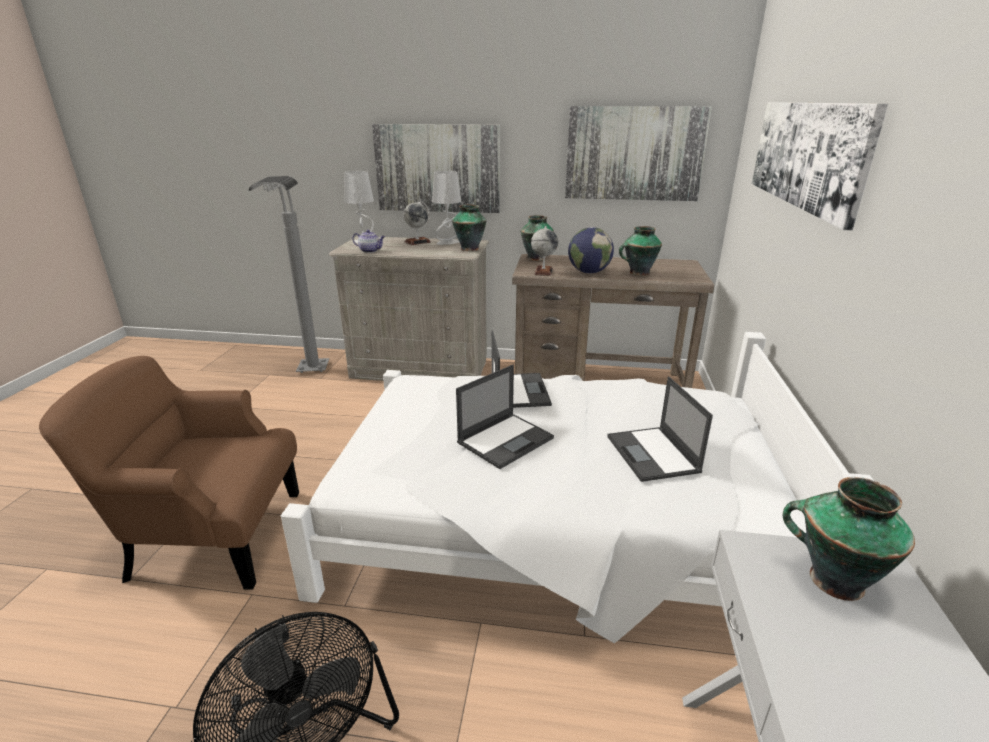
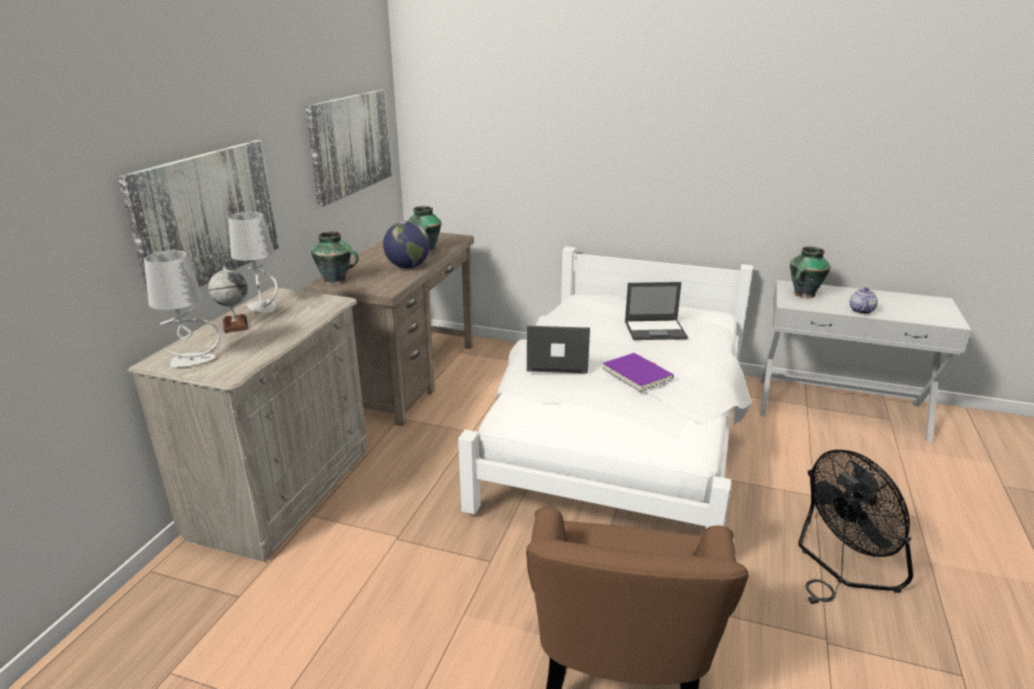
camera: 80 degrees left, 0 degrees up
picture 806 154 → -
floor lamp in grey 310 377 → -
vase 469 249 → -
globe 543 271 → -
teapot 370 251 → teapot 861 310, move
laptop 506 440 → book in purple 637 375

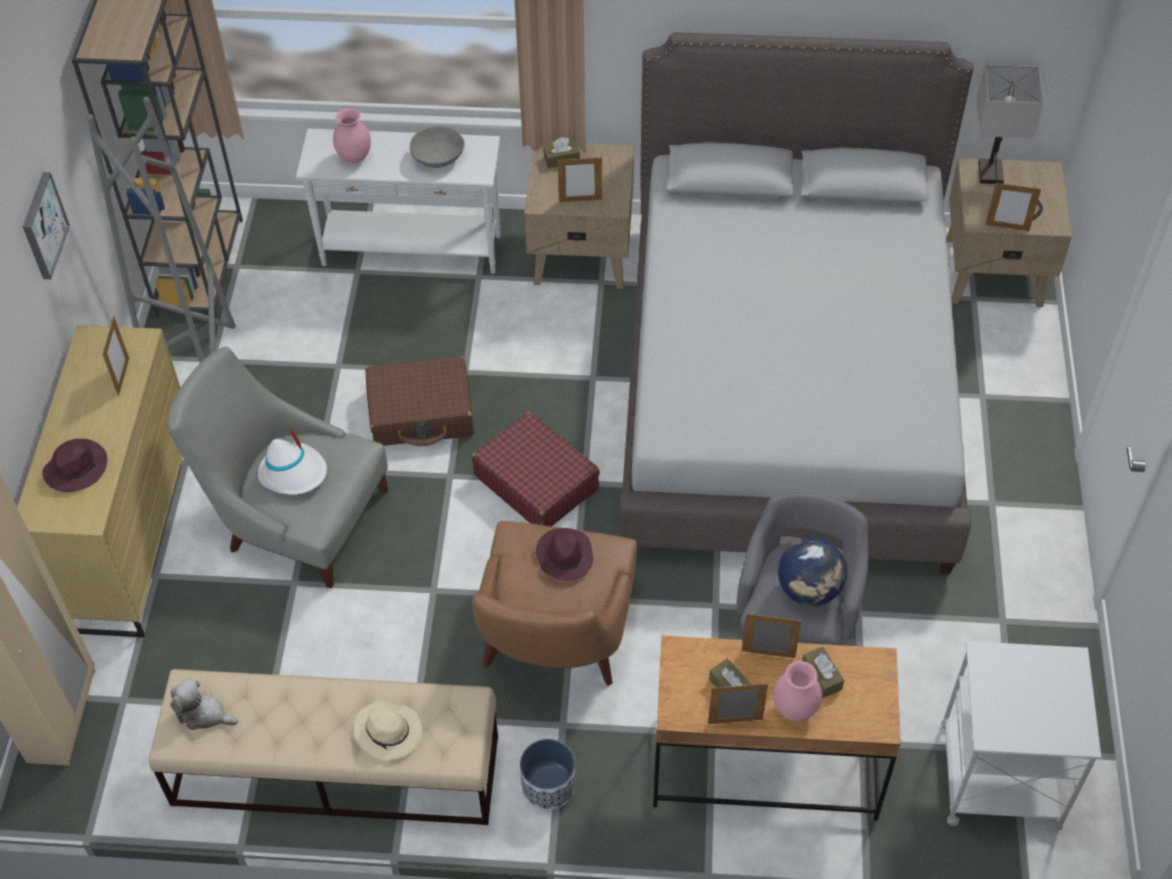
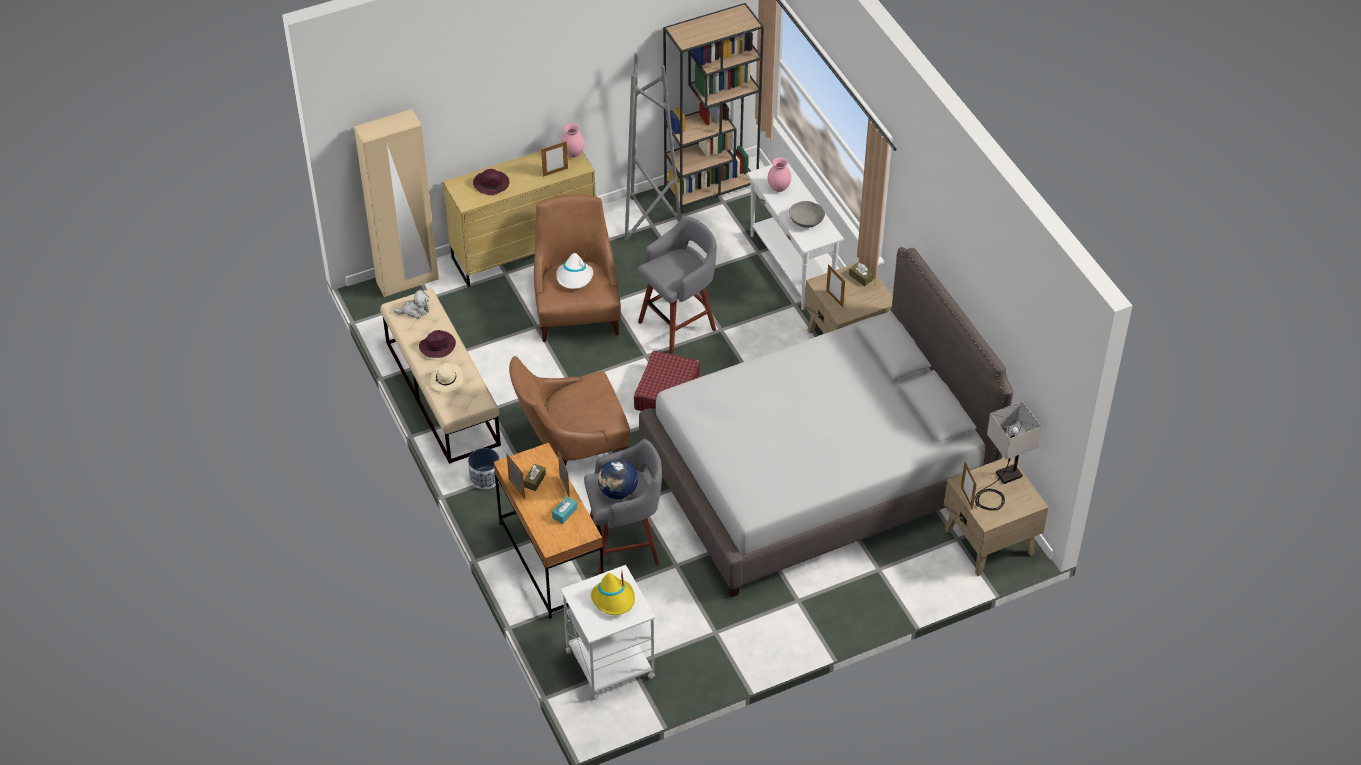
camera: 60 degrees right, 5 degrees down
picture 42 225 → -
armchair in grey 294 516 → armchair in brown 576 307
suitcase in brown 421 413 → stool in grey 679 325
hat in purple 564 556 → hat in purple 438 346, move
tissue box in brown 821 676 → tissue box in turquoise 564 513
vase in pink 794 709 → vase in pink 573 154, move
plush toy 204 714 → plush toy 415 310, 90 degrees clockwise
- → hat in yellow 614 599

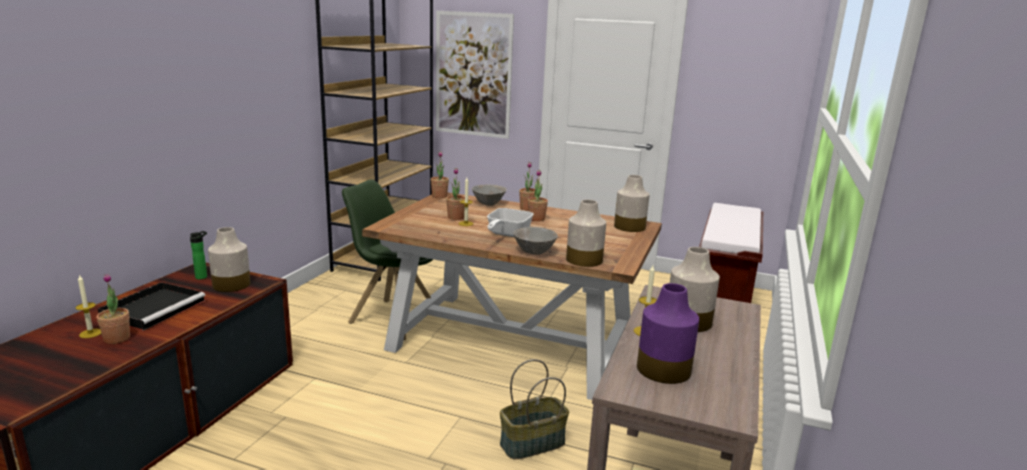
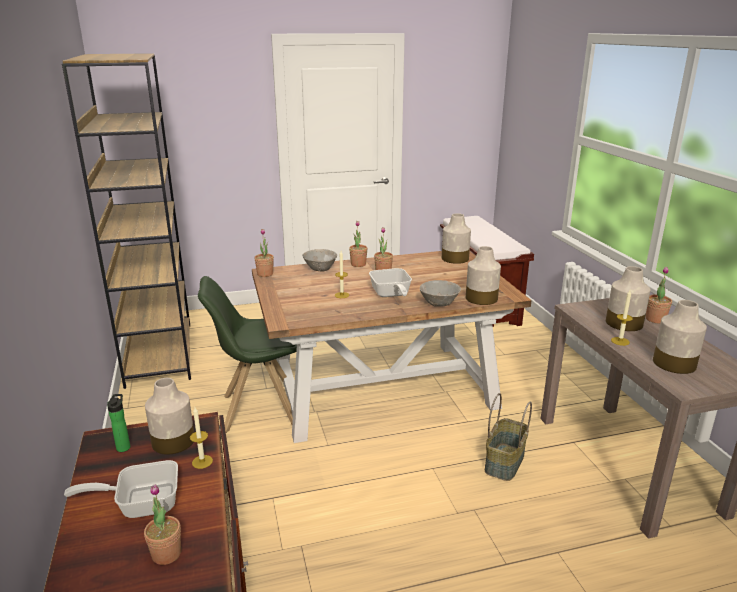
camera: 35 degrees left, 5 degrees up
picture 473 75 → -
potted plant 456 217 → potted plant 655 319, move
candle 90 333 → candle 202 462, move
tray in black 155 308 → frying pan 141 503
vase in purple 664 369 → vase in beige 674 363

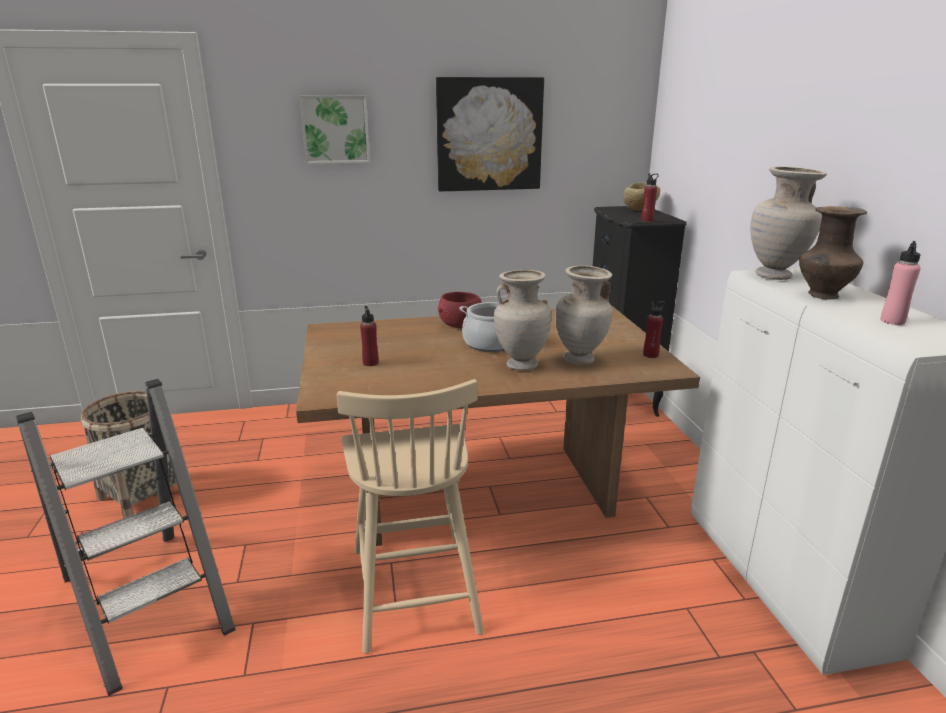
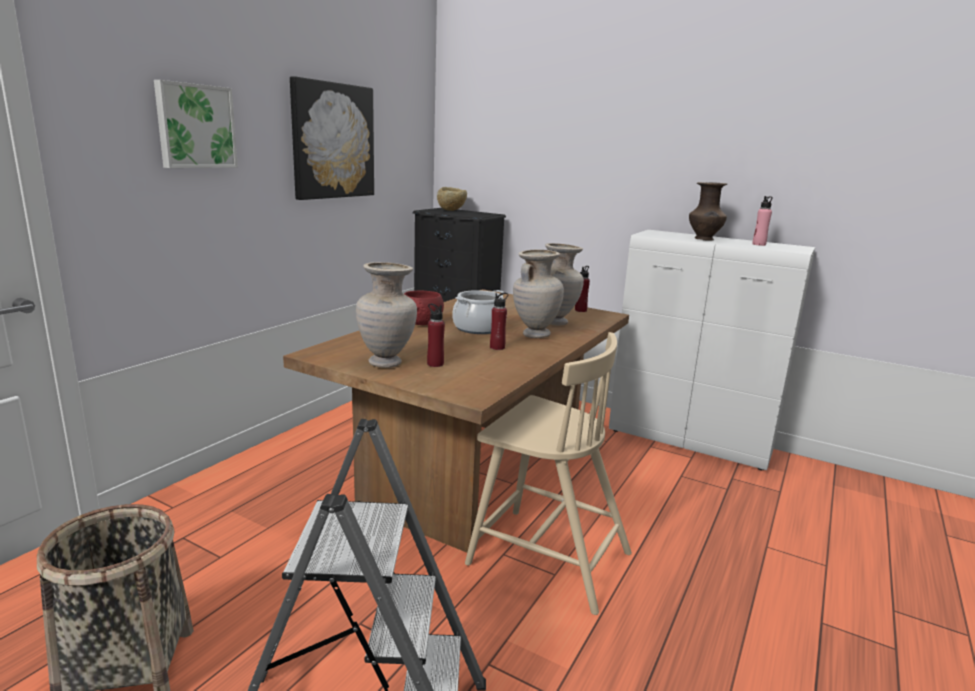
camera: 50 degrees left, 5 degrees down
vase in beige 775 276 → vase in beige 387 363, move
bottle in red 647 220 → bottle in red 497 347, move

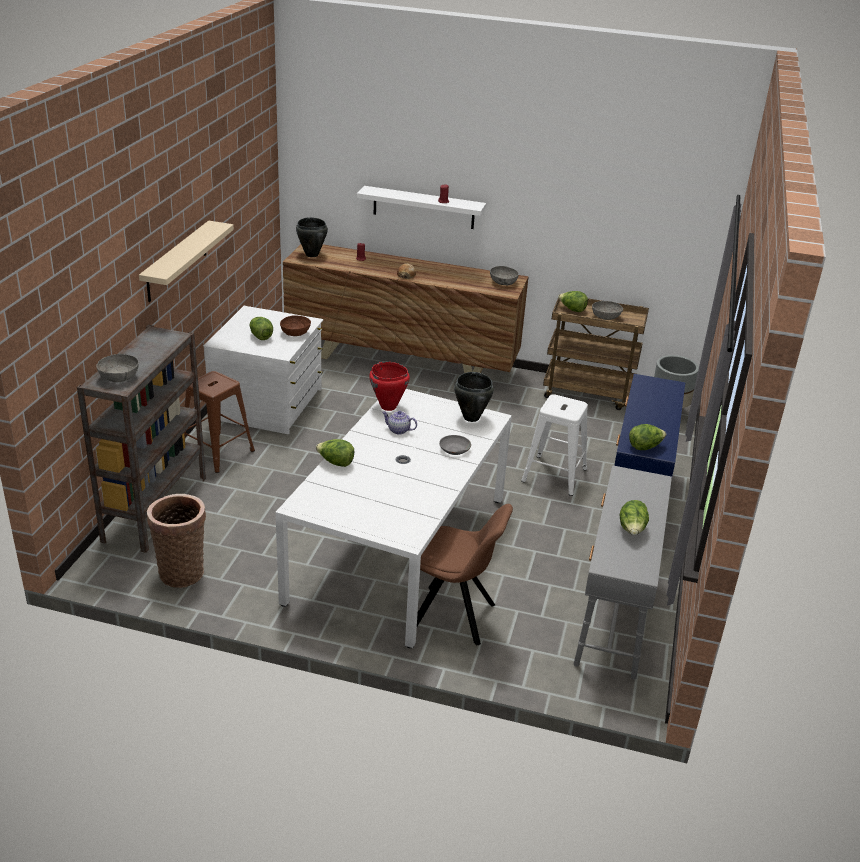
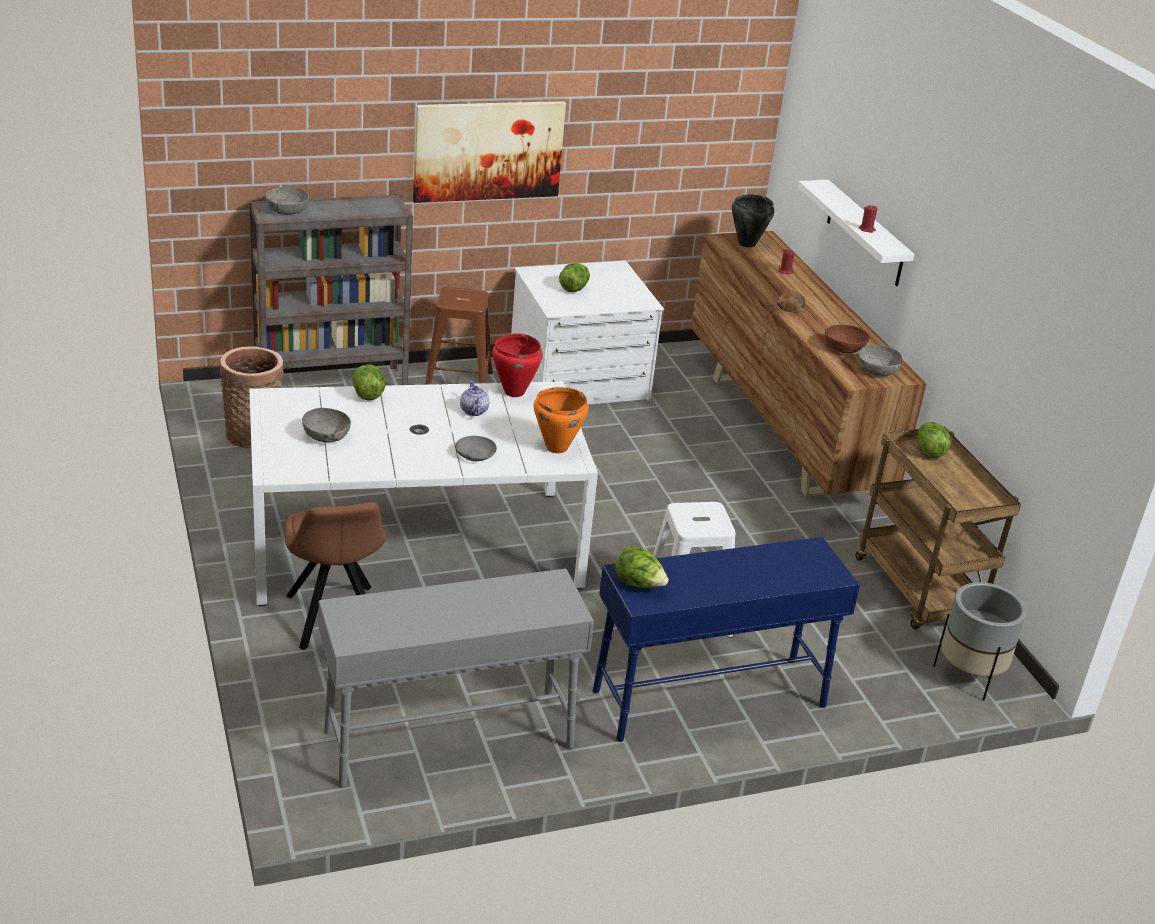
camera: 55 degrees right, 0 degrees up
shelf in beige 176 261 → picture 488 150
bowl in grey 606 317 → bowl in grey 326 436, move
bowl in brown 295 333 → bowl in brown 844 348, move
cooking pot in black 471 418 → cooking pot in orange 556 447
lettuce 632 530 → -

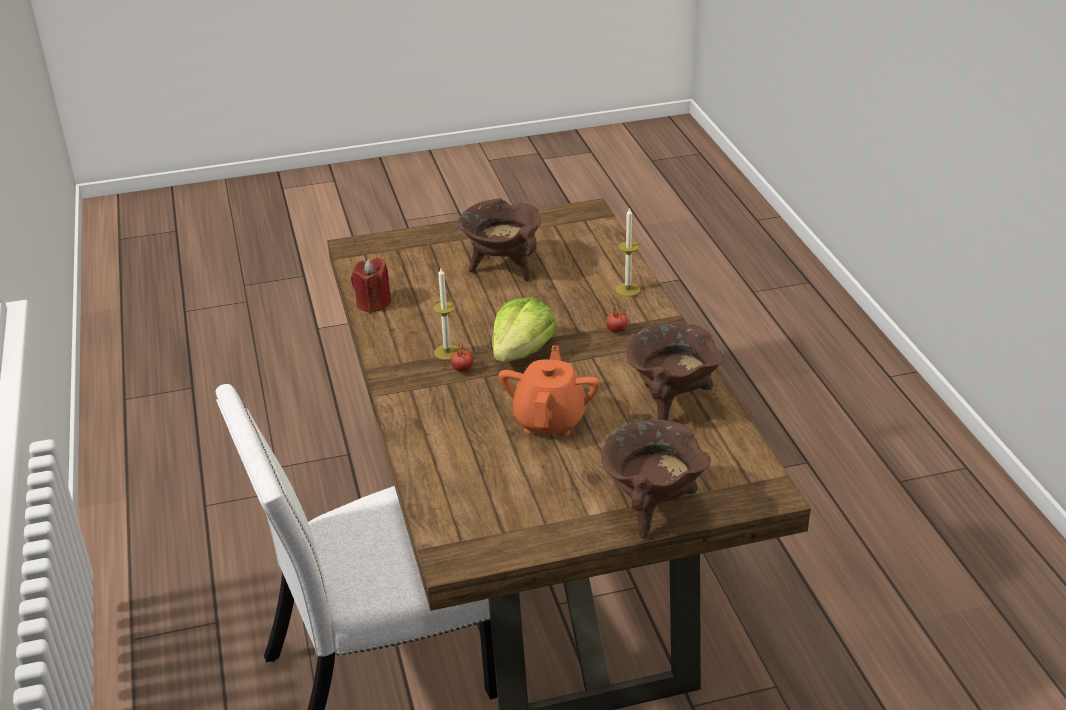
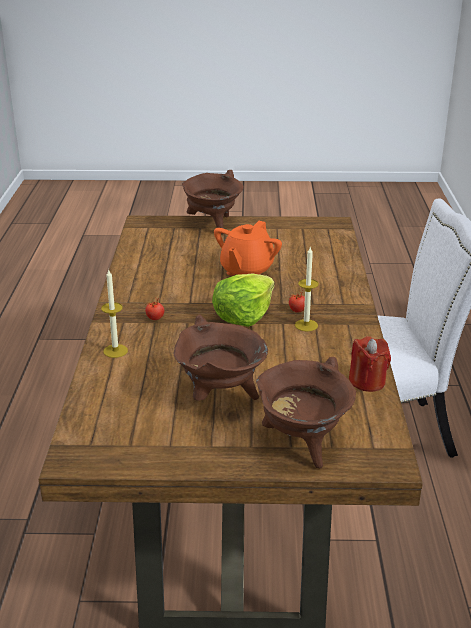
camera: 165 degrees left, 5 degrees down
cooking pot in brown 671 403 → cooking pot in brown 303 444, move

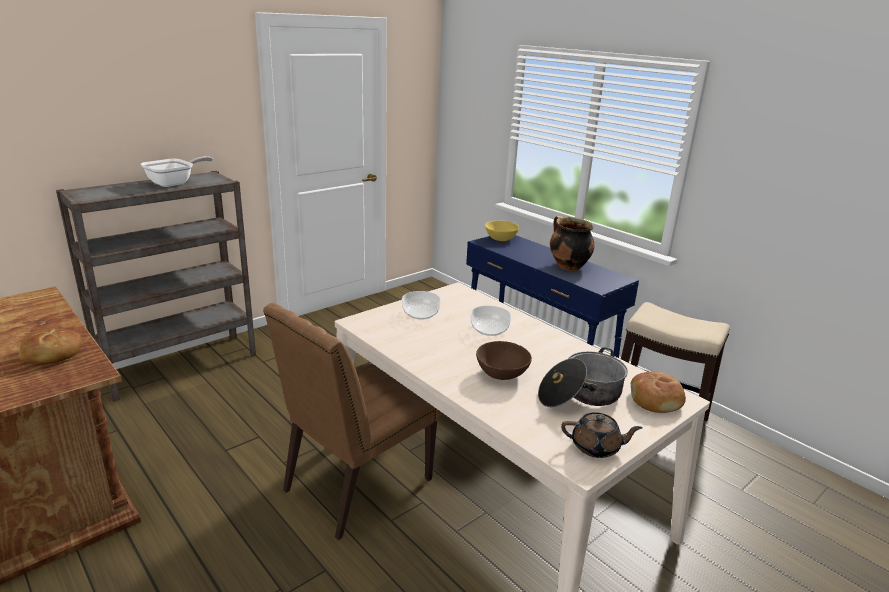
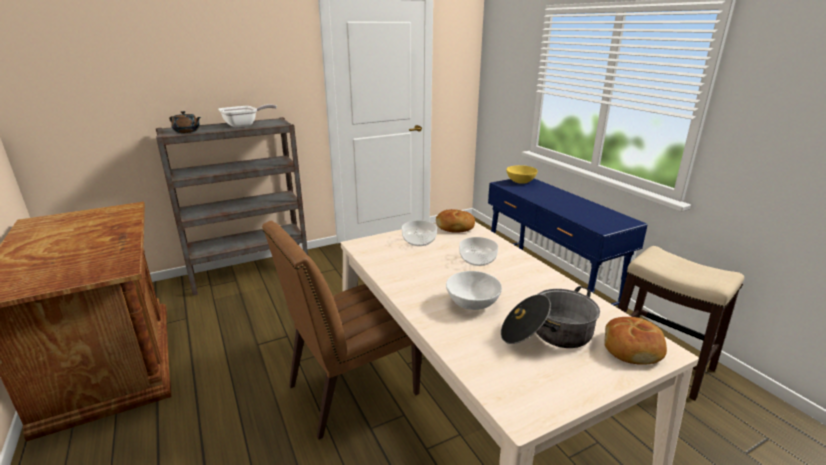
camera: 15 degrees right, 0 degrees up
cooking pot 567 266 → -
bread 51 354 → bread 455 227, move
bowl in brown 502 374 → bowl in white 472 304
teapot in brown 596 447 → teapot in brown 187 131, move

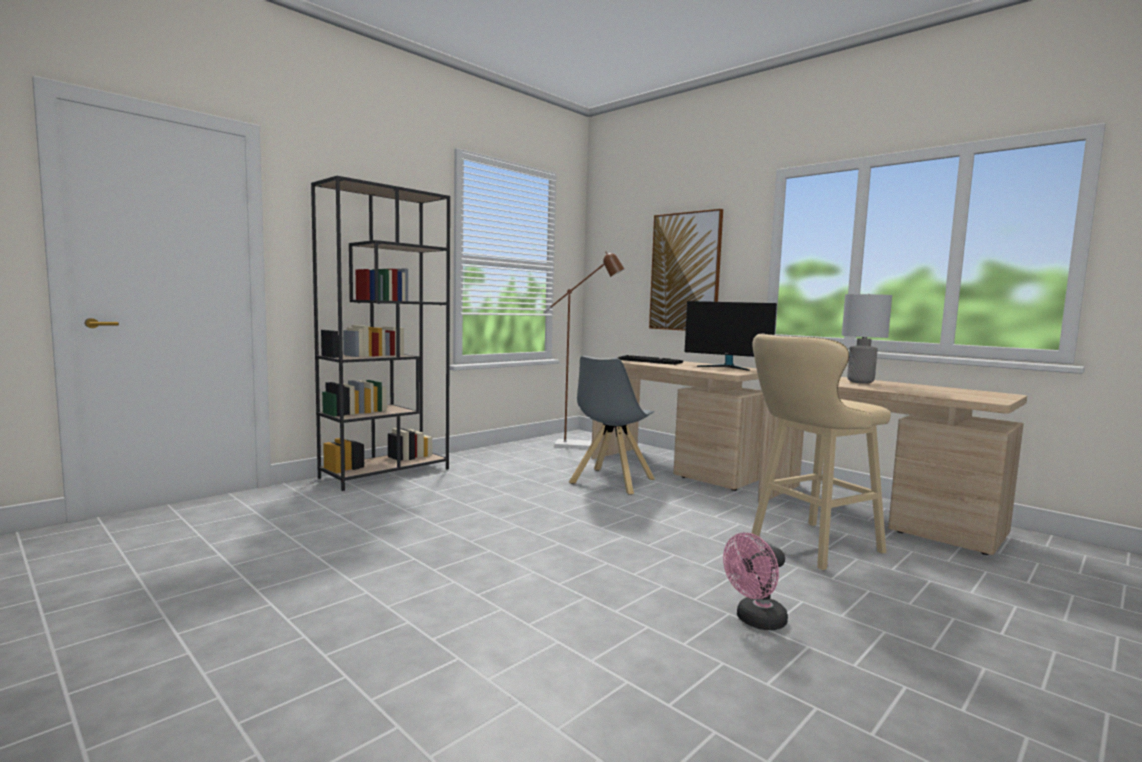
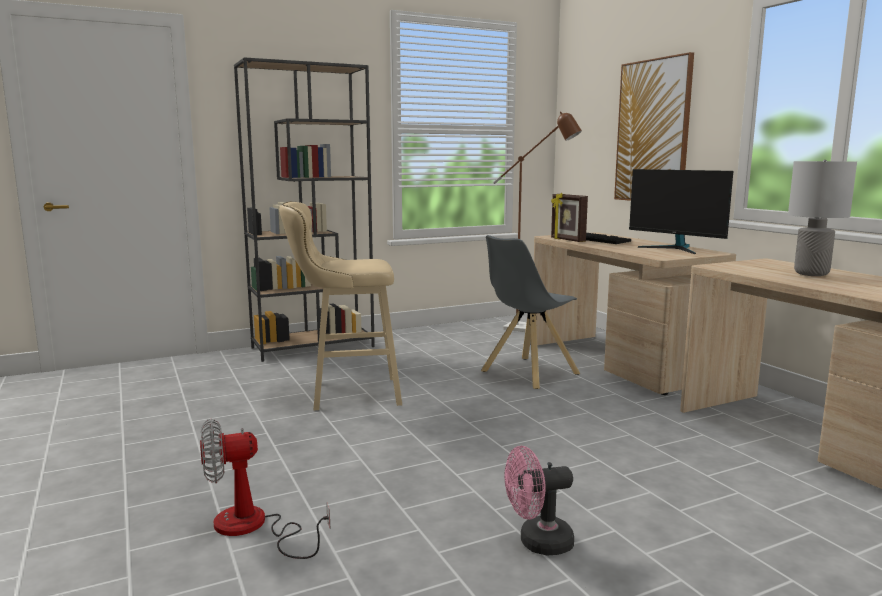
camera: 20 degrees right, 5 degrees up
stool in beige 806 546 → stool in beige 343 394, move
- → picture frame 567 240
- → fan 253 528

